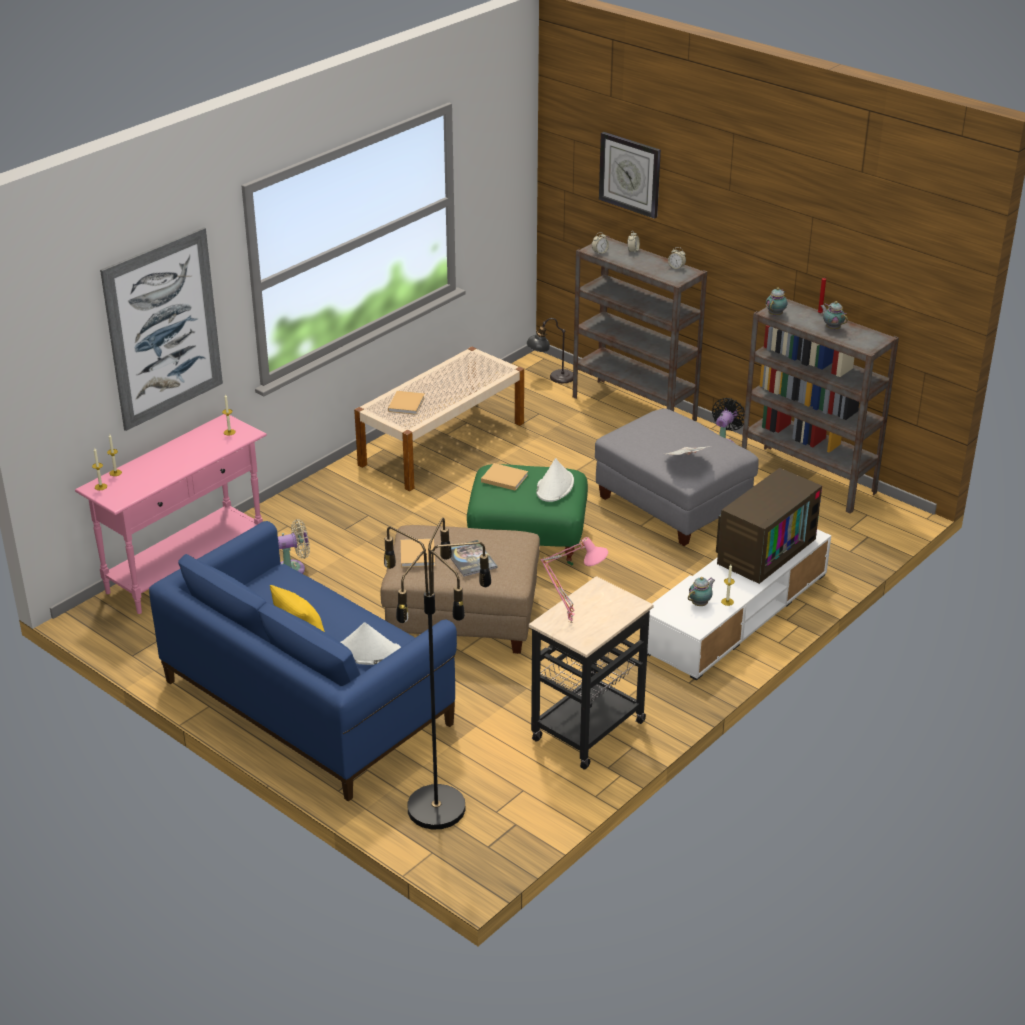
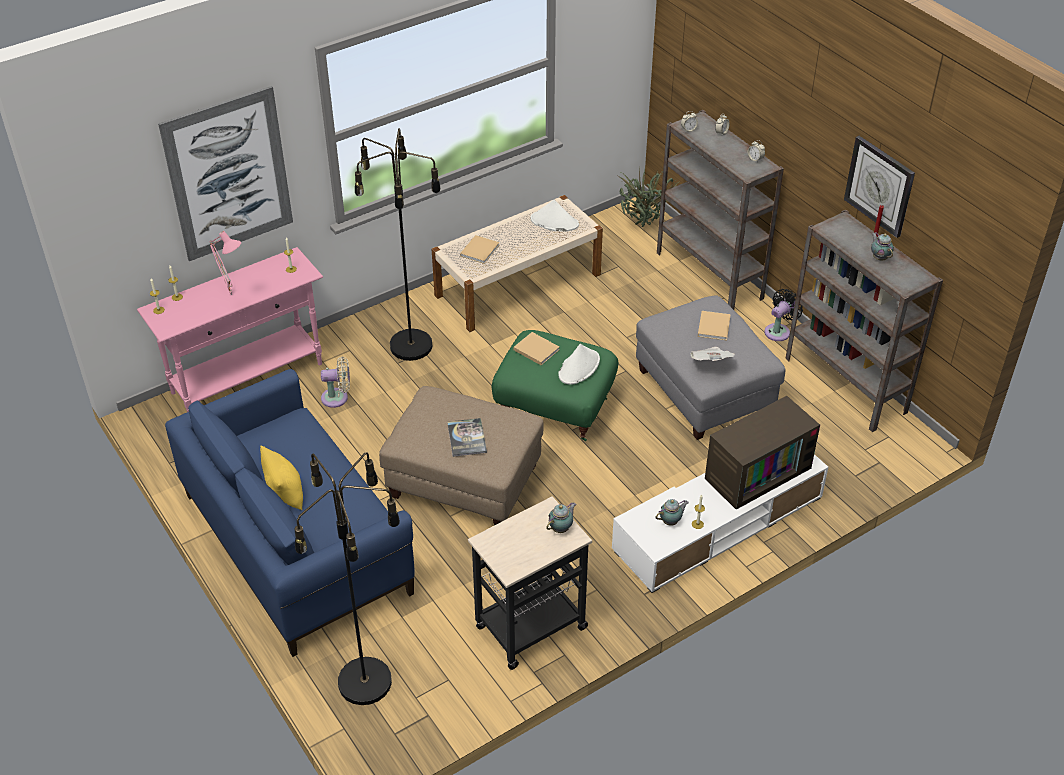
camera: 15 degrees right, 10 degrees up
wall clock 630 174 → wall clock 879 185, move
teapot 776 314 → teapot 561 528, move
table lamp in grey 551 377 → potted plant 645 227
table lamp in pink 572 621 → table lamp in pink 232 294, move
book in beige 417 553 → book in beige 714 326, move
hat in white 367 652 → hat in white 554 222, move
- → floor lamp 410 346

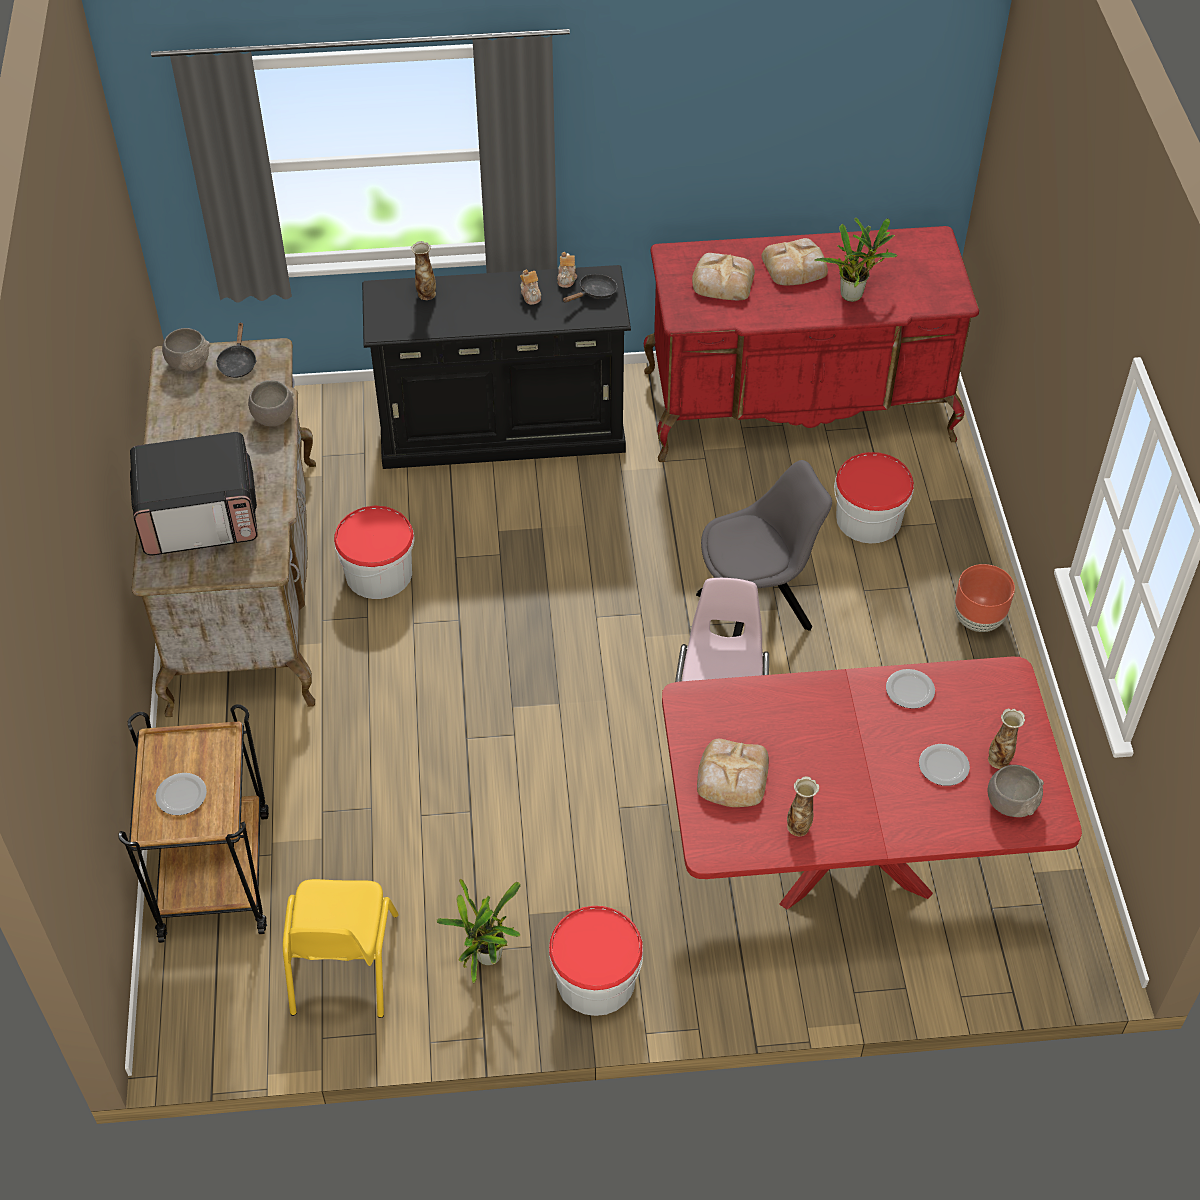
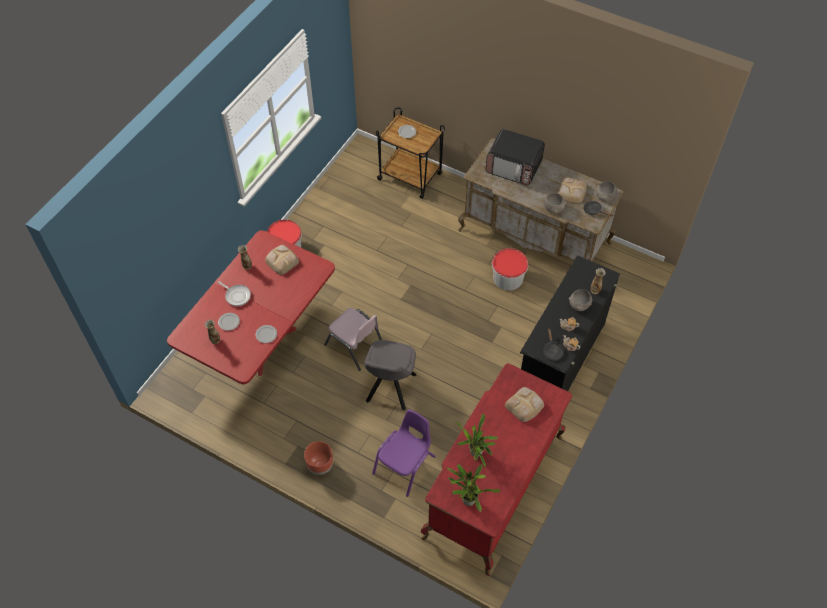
camera: 125 degrees right, 5 degrees up
bread 795 267 → bread 571 192, move
microwave 200 517 → microwave 514 167, 90 degrees counterclockwise
bucket 868 518 → chair in purple 405 465
bowl in grey 1011 803 → bowl in grey 579 305, move
chair in yellow 342 964 → -
potted plant 486 959 → potted plant 468 498, move
- → frying pan 237 295

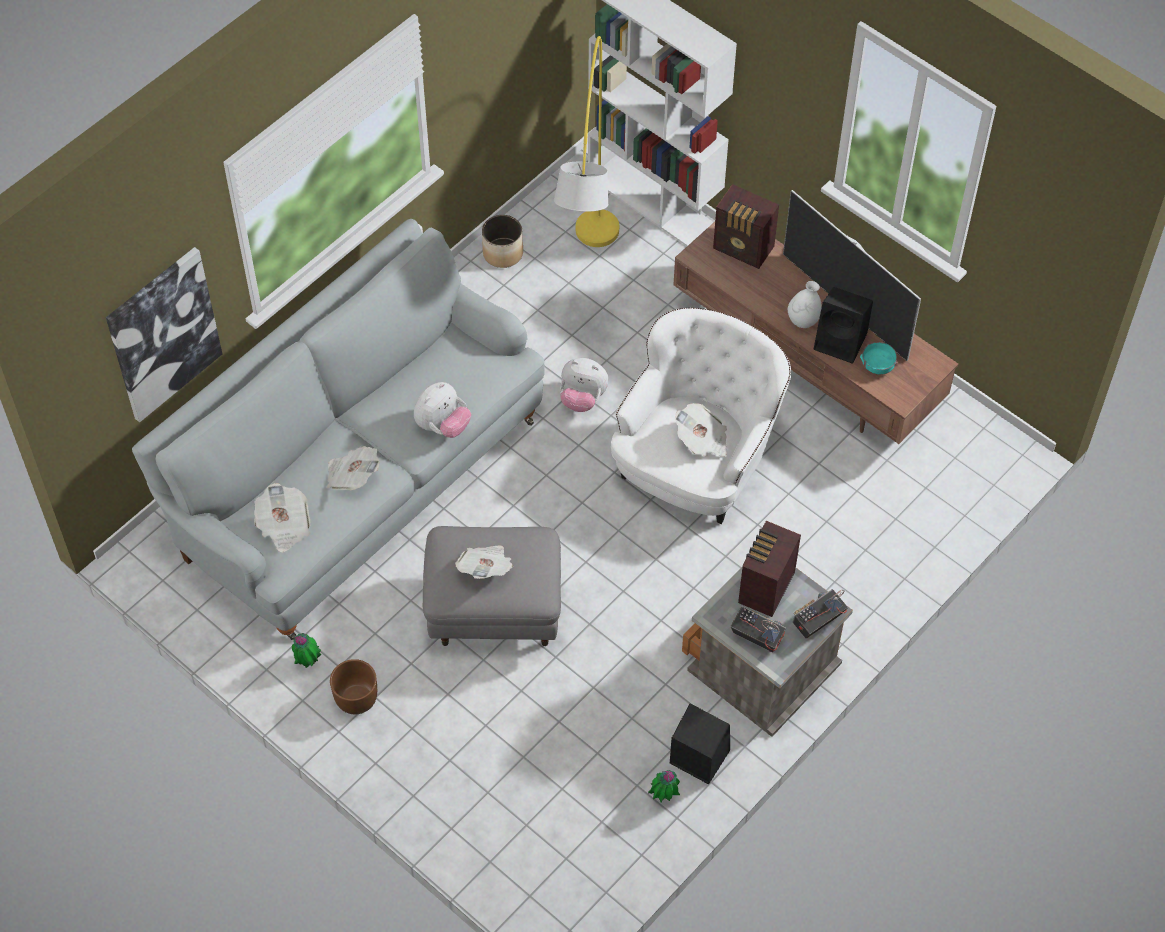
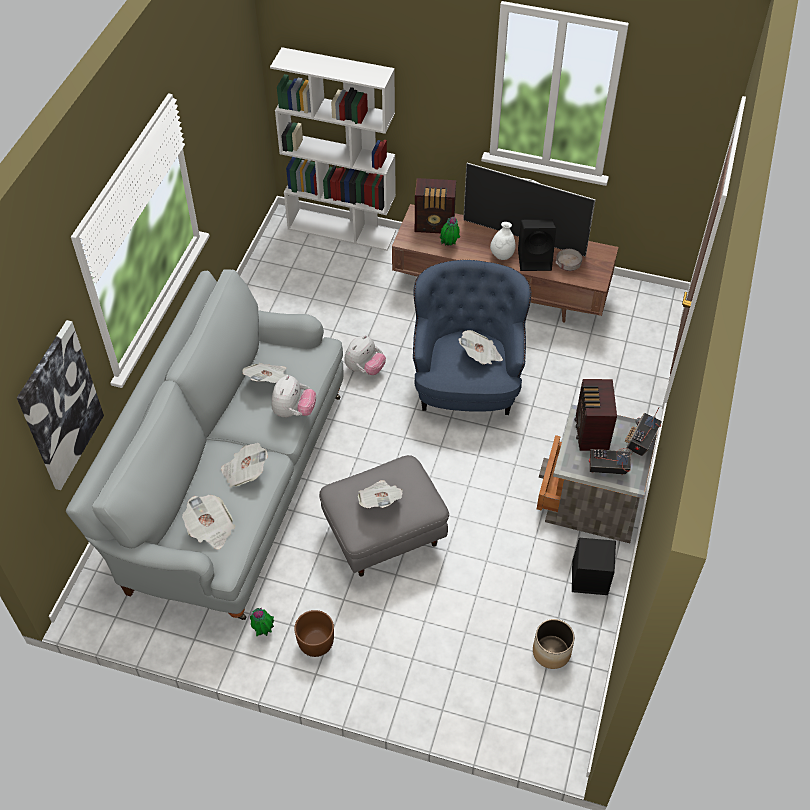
camera: 25 degrees left, 5 degrees down
floor lamp in yellow 589 296 → -
planter 502 253 → planter 551 652, move
armchair in white 695 462 → armchair in blue 467 381
bowl in turquoise 878 365 → bowl in grey 568 265
plush toy 582 398 → plush toy 365 368, 45 degrees counterclockwise
potted plant 663 796 → potted plant 449 245, move
- → newspaper 268 380

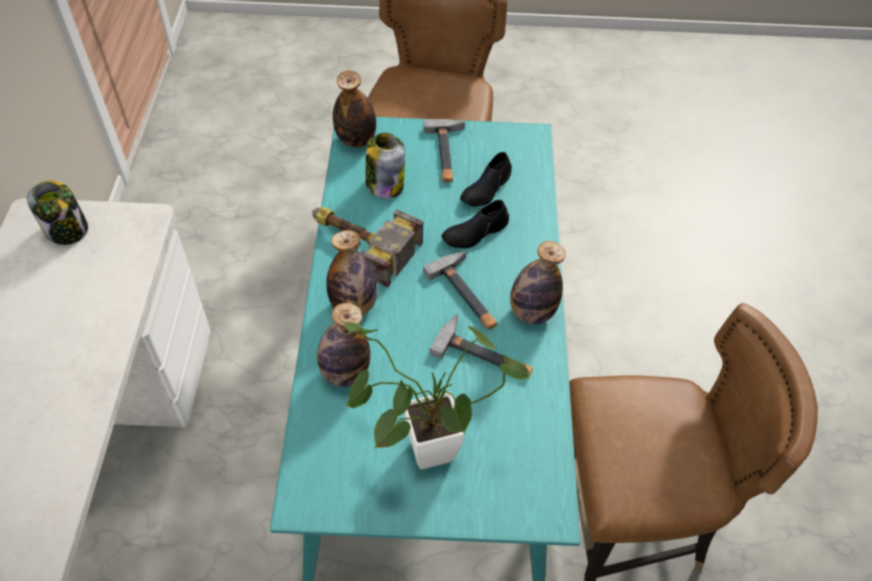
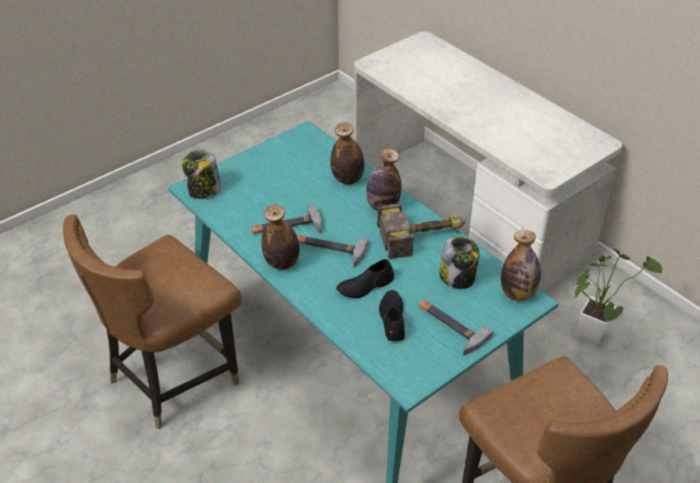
camera: 140 degrees right, 10 degrees down
jar 67 230 → jar 204 191, move
shoe in black 475 232 → shoe in black 365 286, 135 degrees counterclockwise
potted plant 420 453 → potted plant 593 332, move

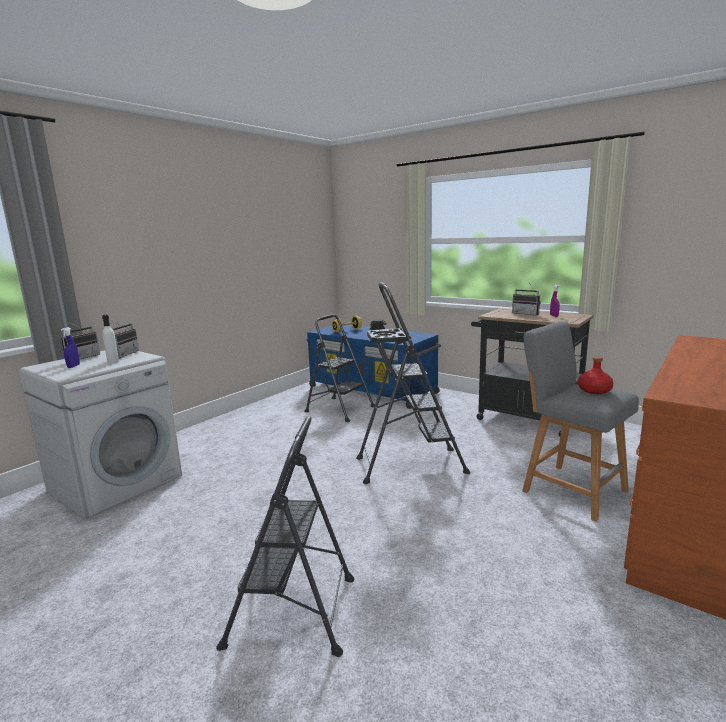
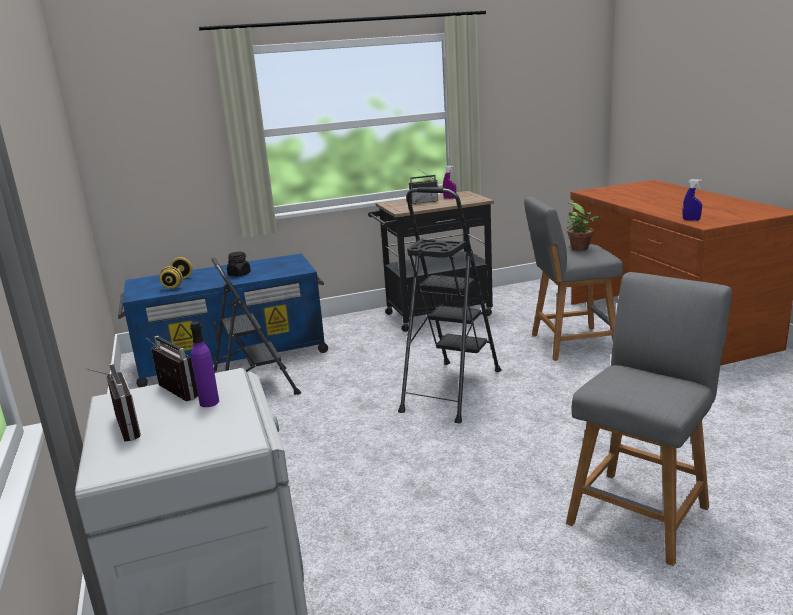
camera: 55 degrees left, 5 degrees up
bottle in white 113 362 → bottle in purple 209 402
spray bottle in blue 73 366 → spray bottle in blue 691 220, move
bottle in red 594 390 → potted plant 581 249
step ladder in black 295 610 → stool in grey 641 511

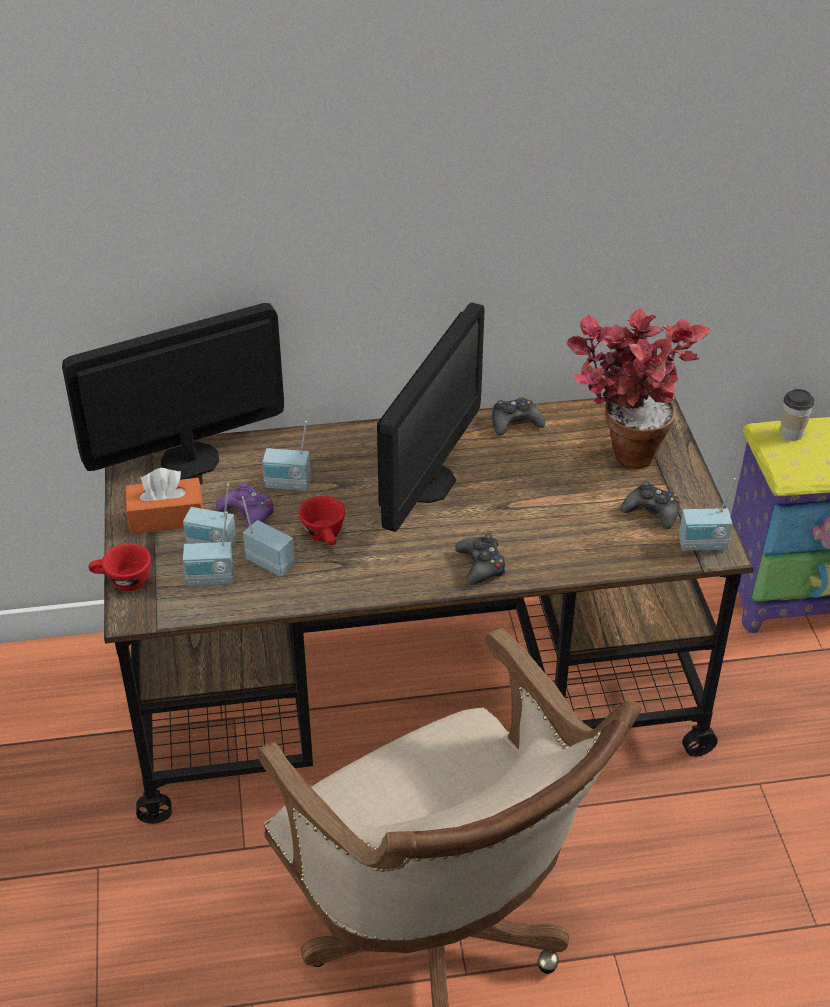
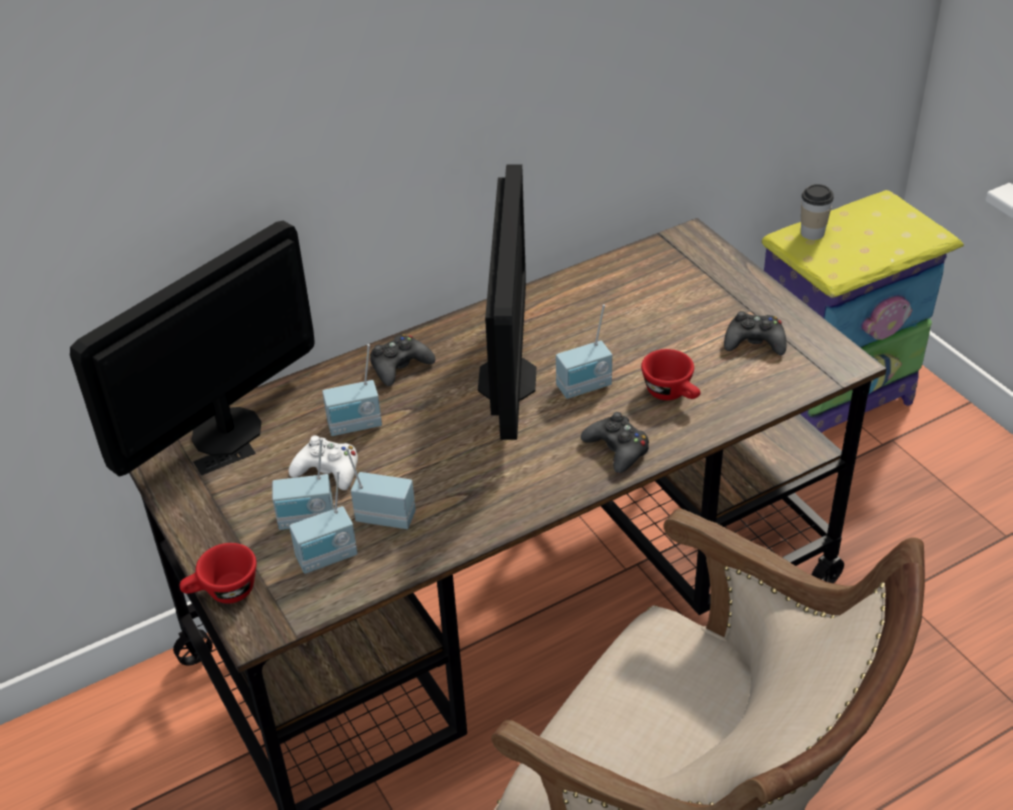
camera: 20 degrees left, 0 degrees up
potted plant 621 449 → -
game controller in black 515 422 → game controller in black 400 366, move
tissue box in orange 166 517 → -
radio 703 545 → radio 585 387, move
game controller in purple 248 513 → game controller in white 328 470
cup in red 325 537 → cup in red 672 394, move

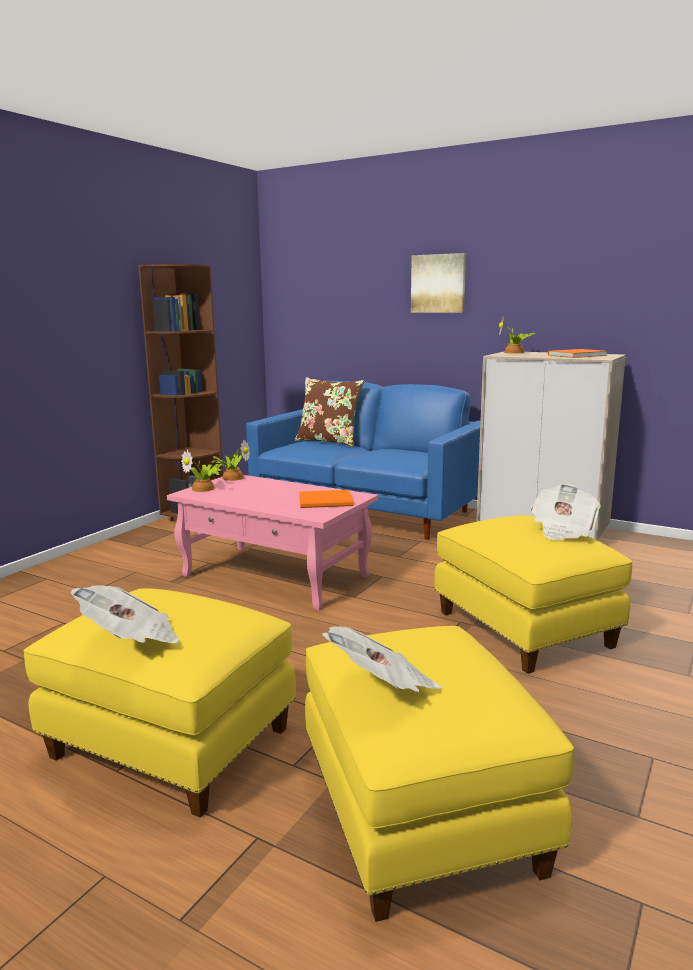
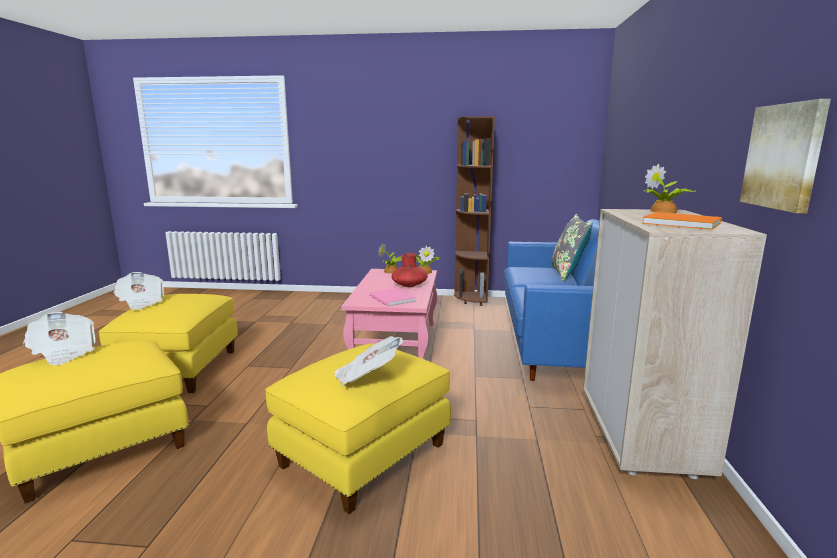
camera: 65 degrees right, 0 degrees up
picture 438 283 → picture 784 156, move
pillow in brown 329 441 → pillow in grey 568 273
book in orange 327 501 → book in pink 392 299
- → vase in red 409 285

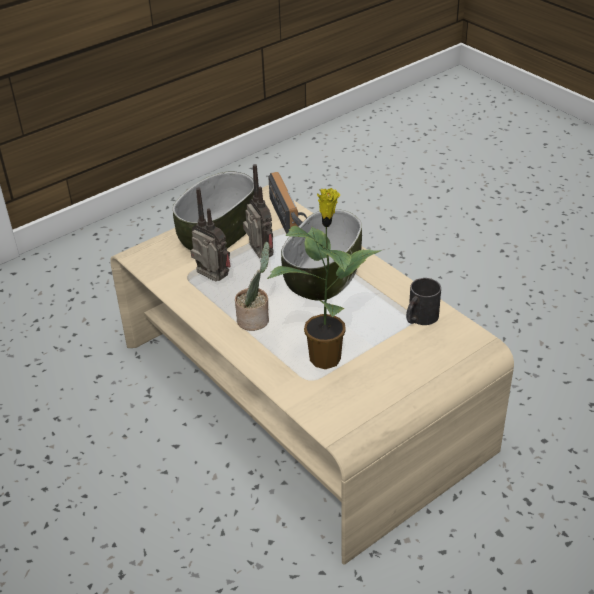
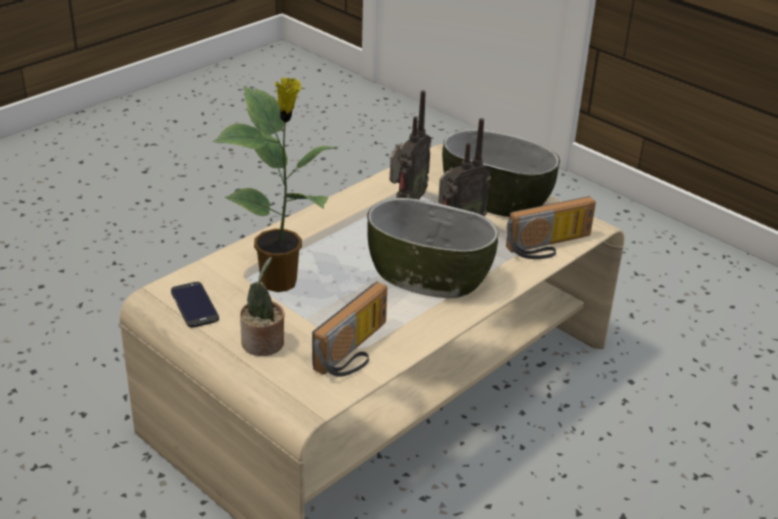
camera: 80 degrees right, 5 degrees down
potted plant 255 319 → potted plant 264 344, move
mug in black 419 318 → radio 356 351
- → phone 194 305

